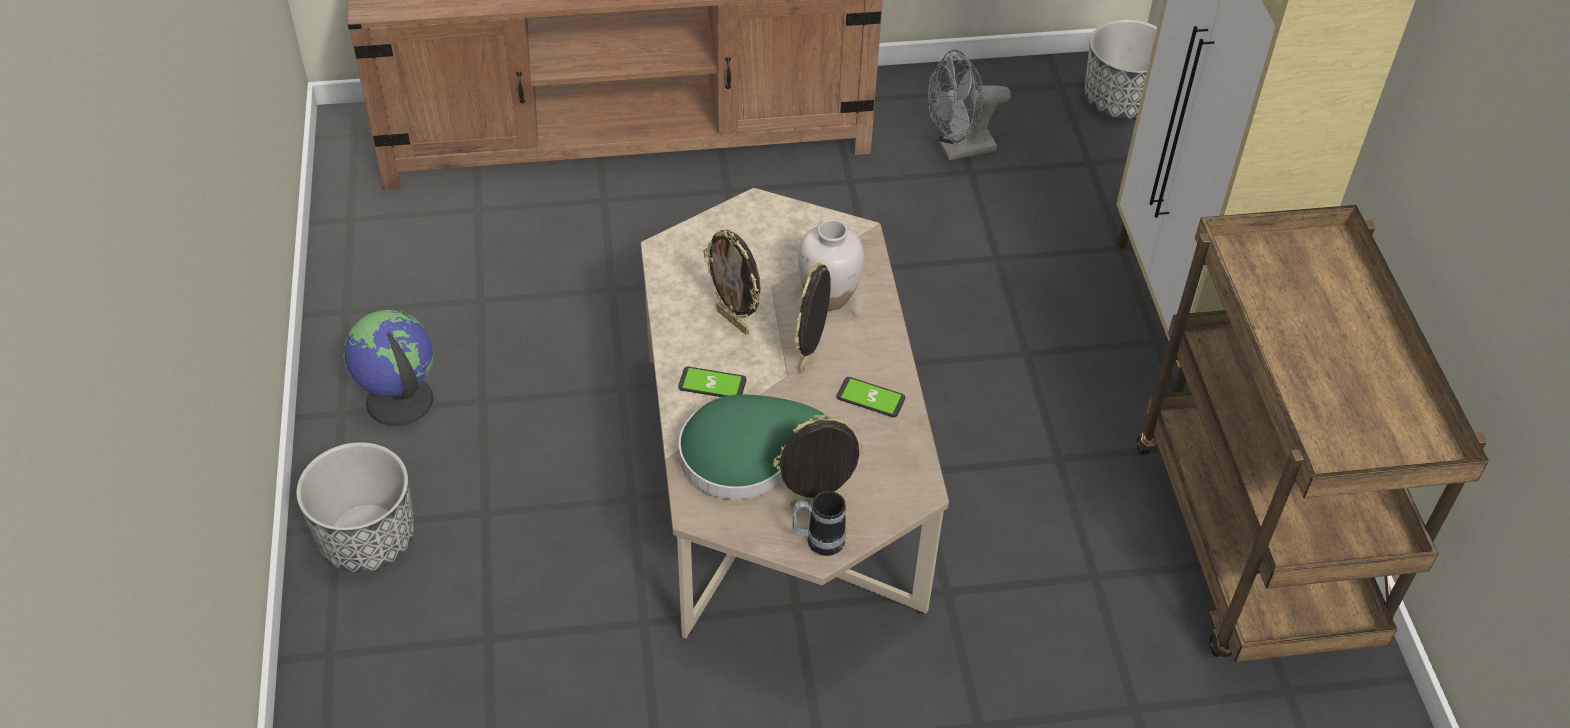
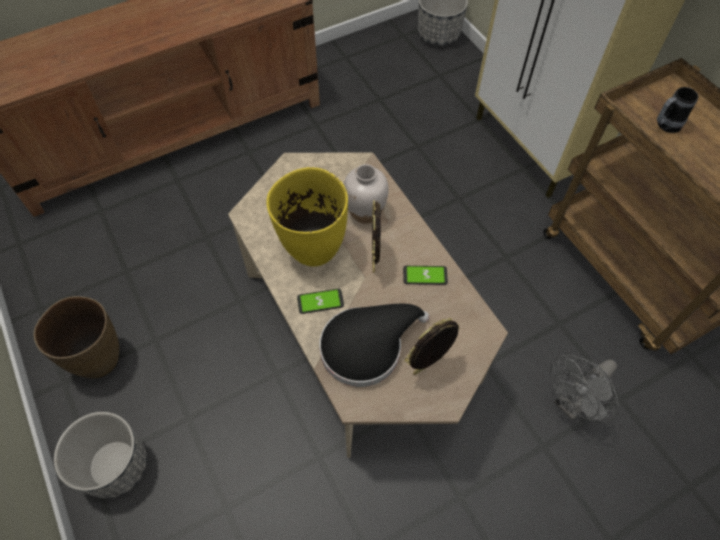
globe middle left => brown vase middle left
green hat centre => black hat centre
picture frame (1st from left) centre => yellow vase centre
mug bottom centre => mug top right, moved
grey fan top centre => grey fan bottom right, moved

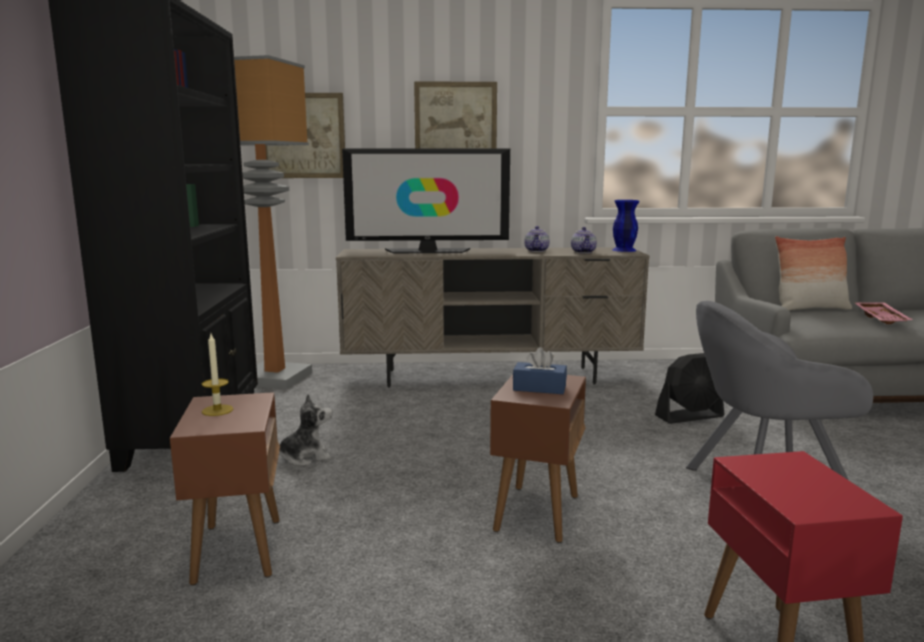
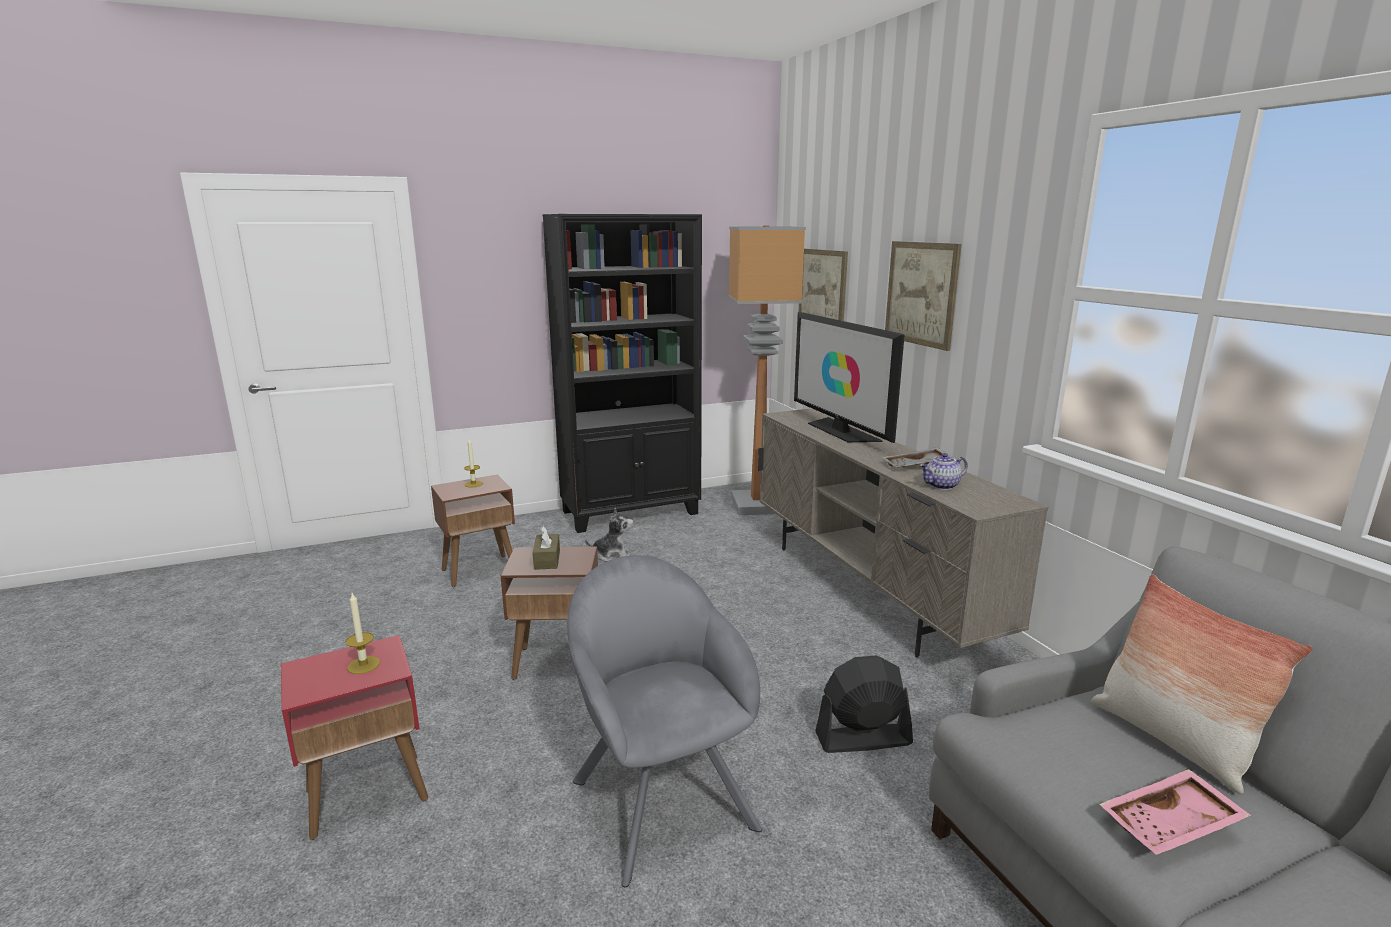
plush toy bottom left => plush toy centre, 60 degrees counterclockwise
blue tissue box centre => brown tissue box centre
teapot (1st from left) centre => grey tray centre
blue vase middle right => nothing
black fan middle right => black fan bottom centre, 120 degrees clockwise
nothing => candle (1st from left) bottom left

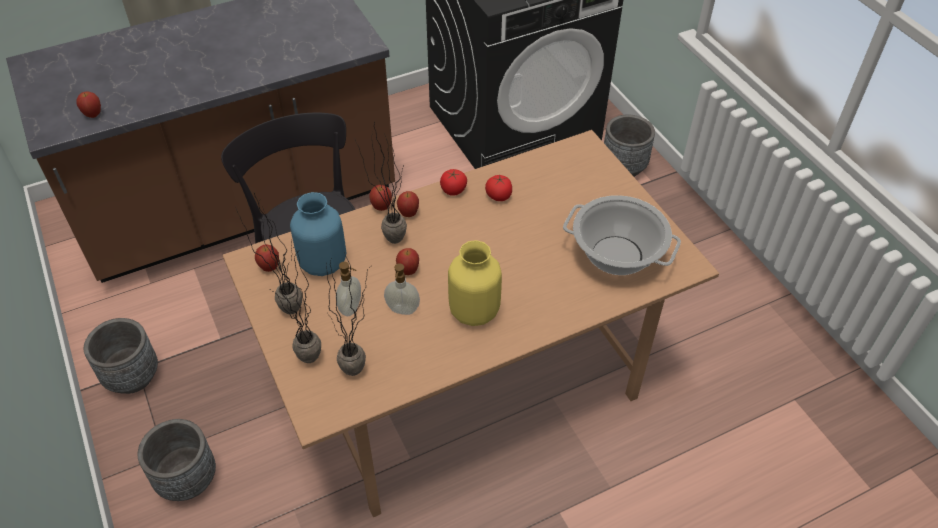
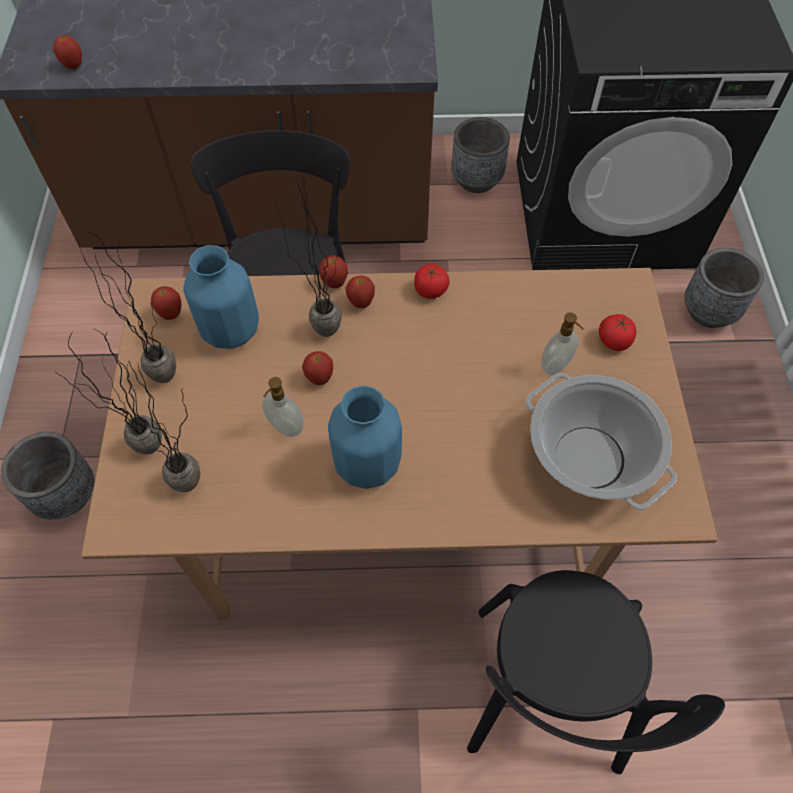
grey planter (1st from left in the first image) bottom left => grey planter (2nd from left) top centre, moved
soap dispenser (1st from left in the first image) centre => soap dispenser (2nd from left) middle right, moved
yellow vase centre => blue vase (2nd from left) centre
tomato (2nd from left) centre => tomato (2nd from left) middle right, moved
nothing => black chair (2nd from left) bottom right

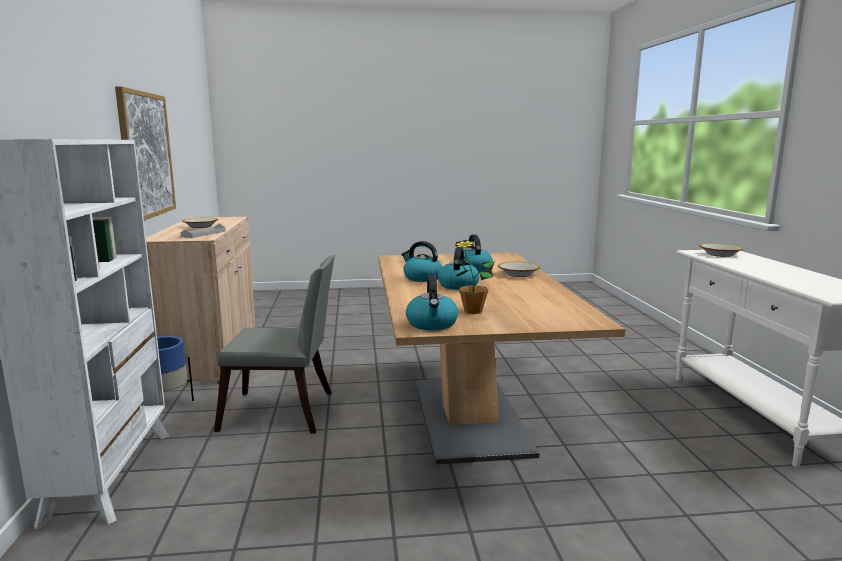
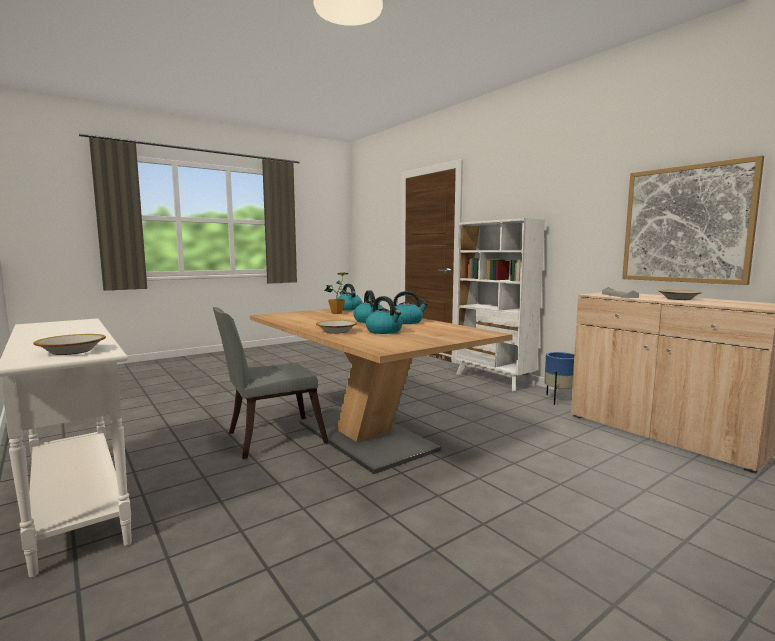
grey chair middle left => grey chair centre, moved

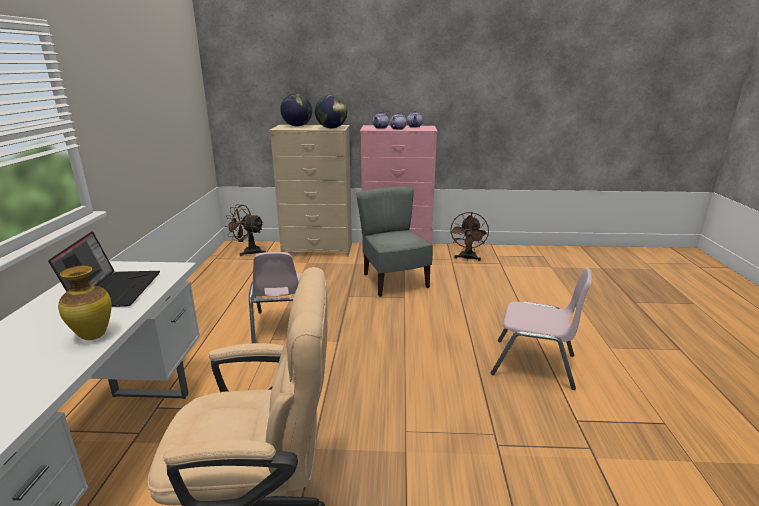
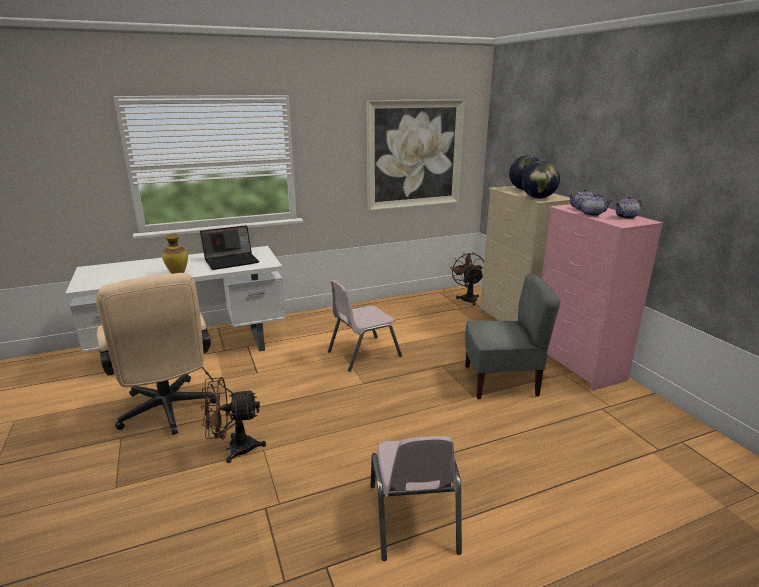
grey chair centre => grey chair middle right, 45 degrees clockwise
brown fan (2nd from left in the first image) centre => brown fan (1st from left) bottom left, moved
nothing => picture top centre

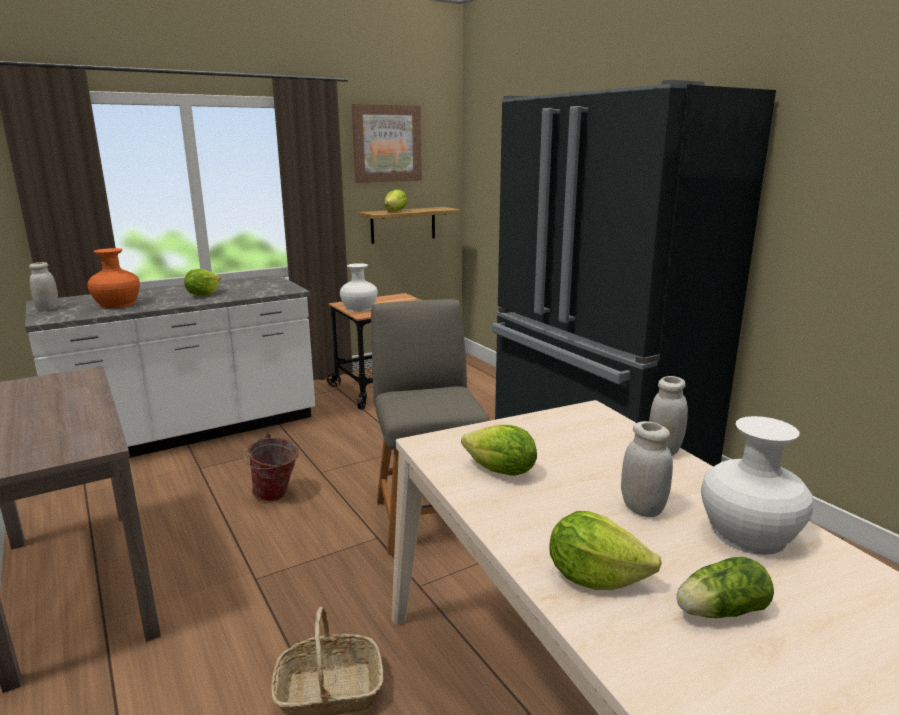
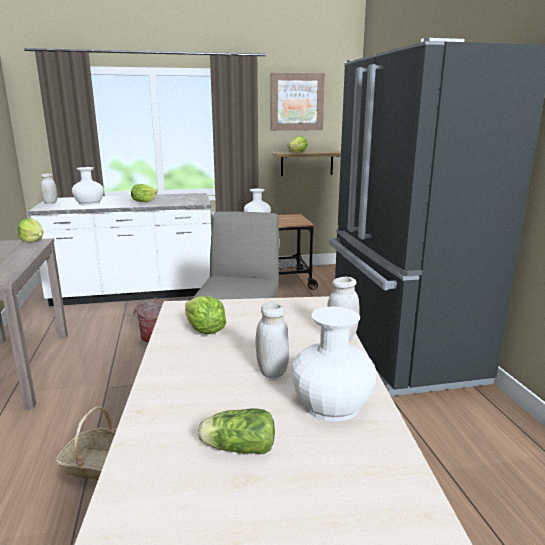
orange vase middle left => white vase (1st from left) middle left
lettuce (4th from left in the first image) bottom right => lettuce (1st from left) middle left, moved

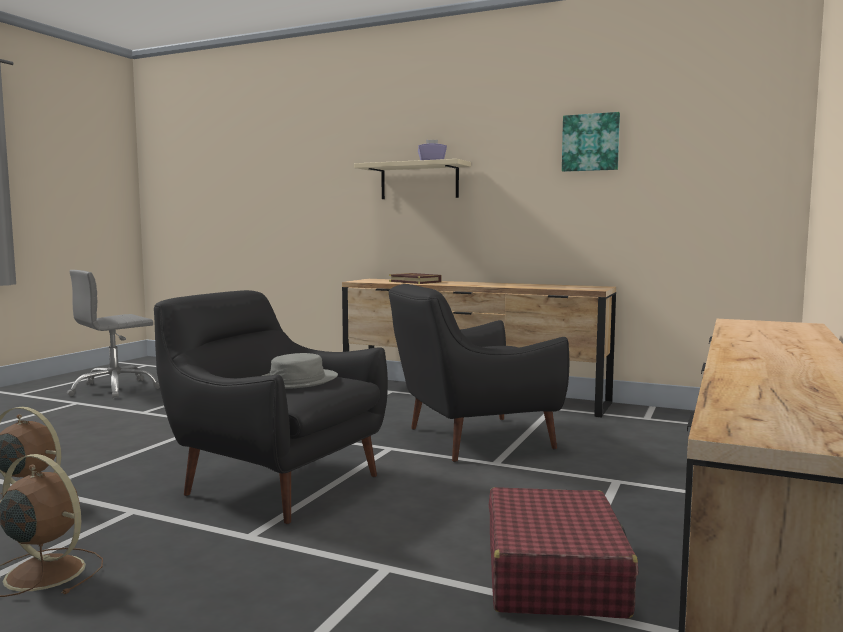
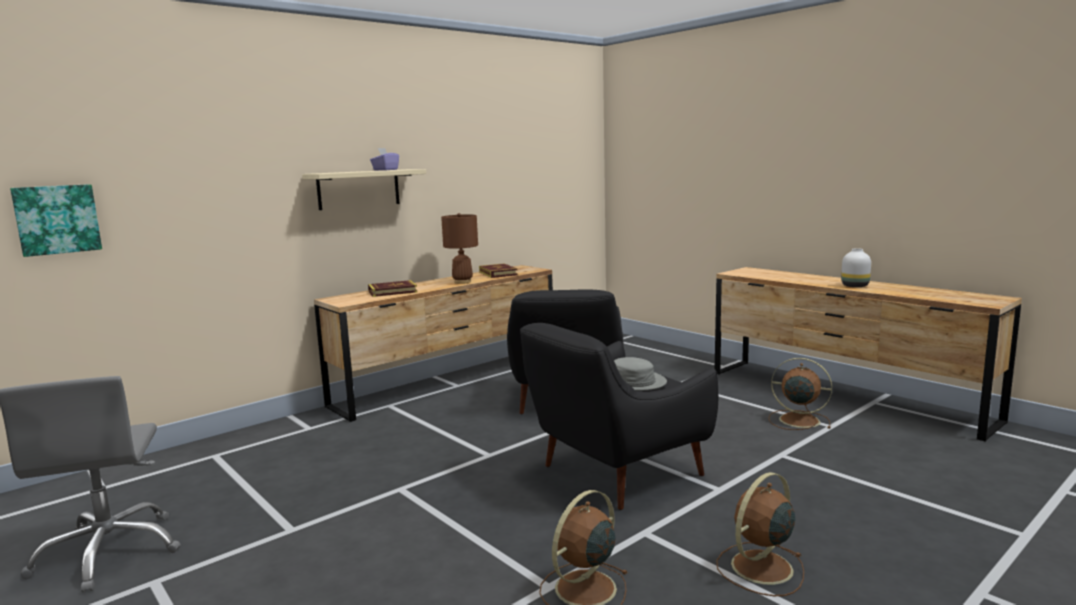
red suitcase bottom right => brown fan (3rd from left) middle right
picture top right => picture middle left, moved
nothing => brown table lamp centre
nothing => book (2nd from left) centre
nothing => white vase middle right

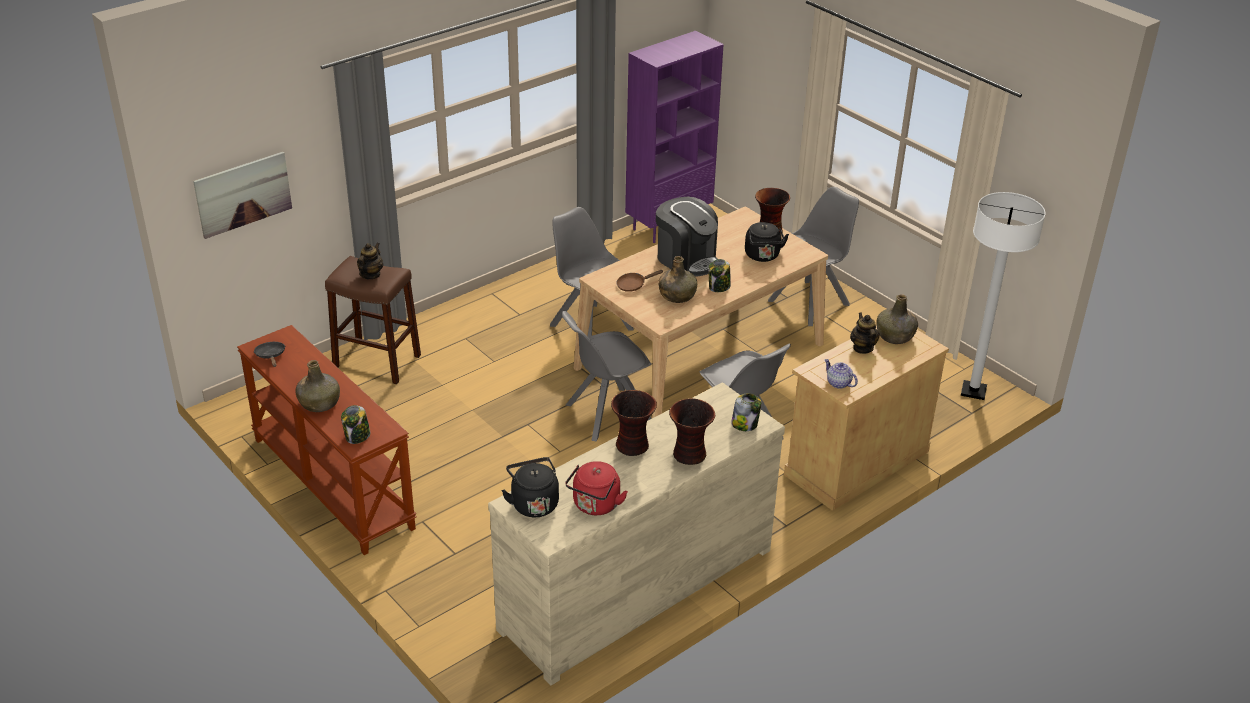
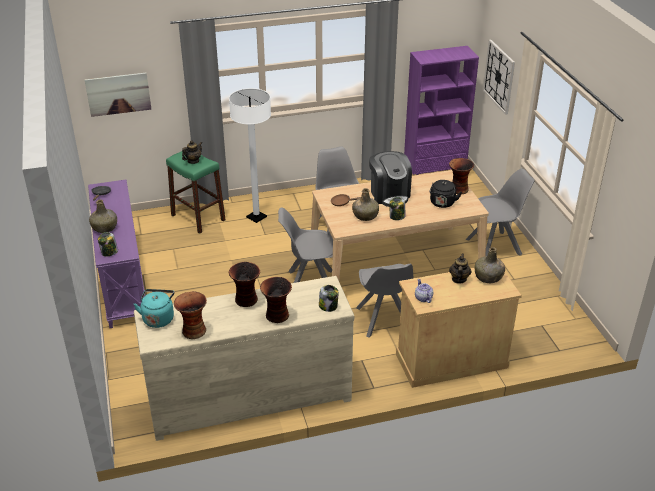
brown console table middle left => purple console table middle left
brown stool middle left => green stool middle left
black kettle (1st from left) bottom centre => turquoise kettle middle left
red kettle bottom centre => vase (1st from left) middle left
white floor lamp middle right => white floor lamp top centre, moved
nothing => wall clock top right

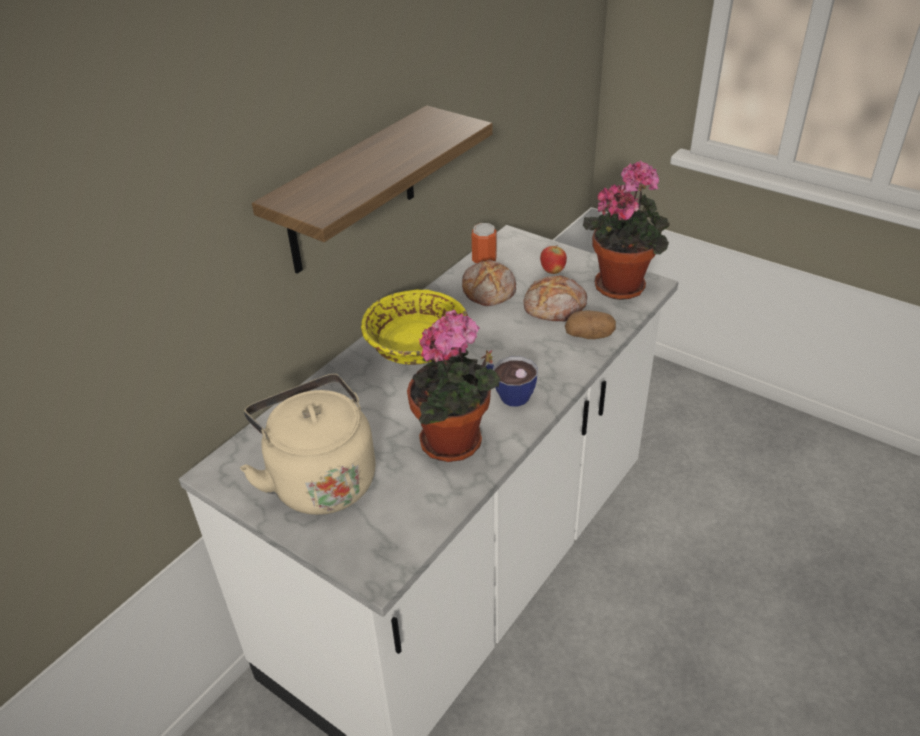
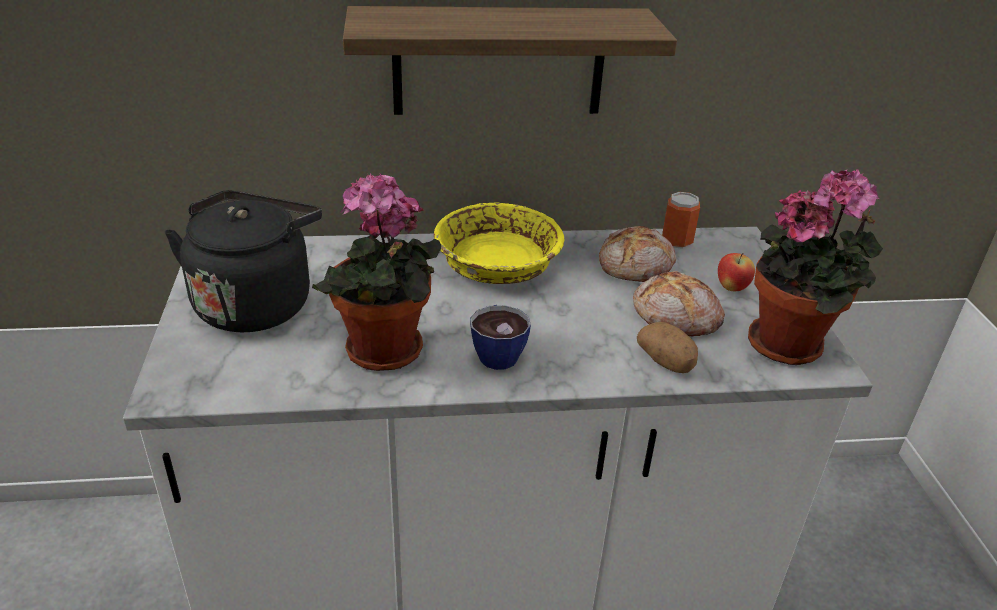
beige kettle centre => black kettle middle left

